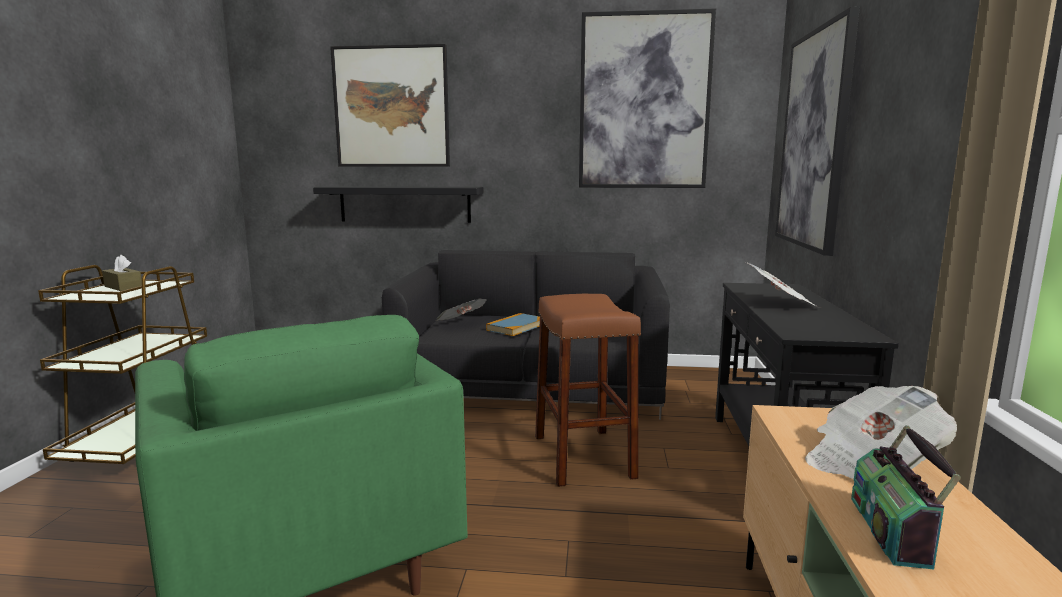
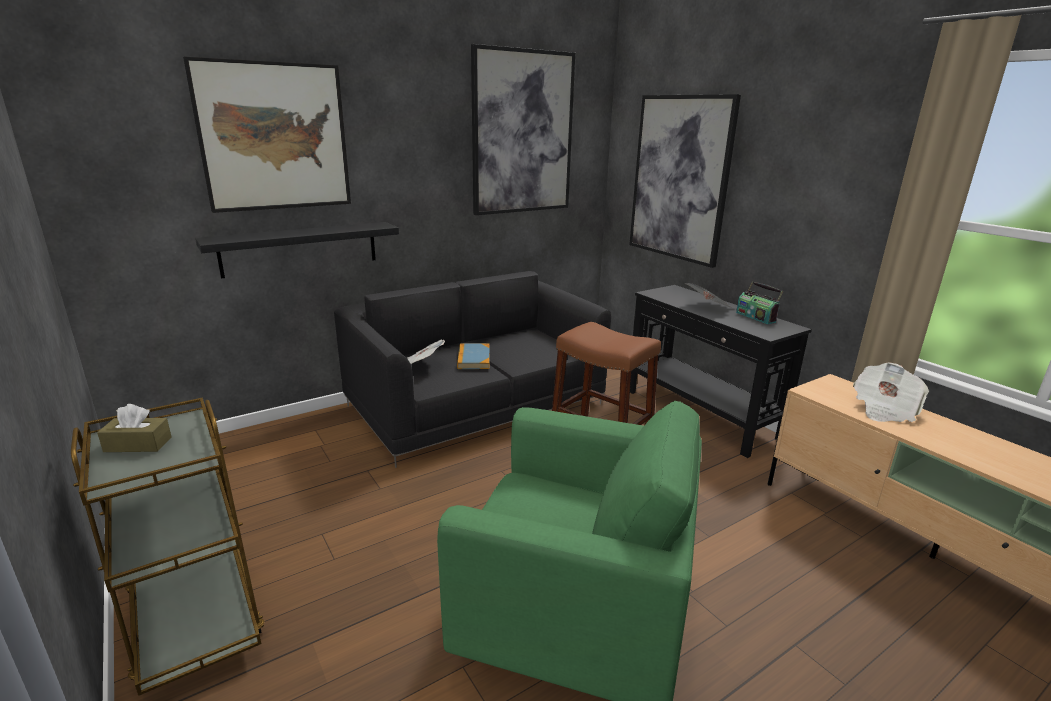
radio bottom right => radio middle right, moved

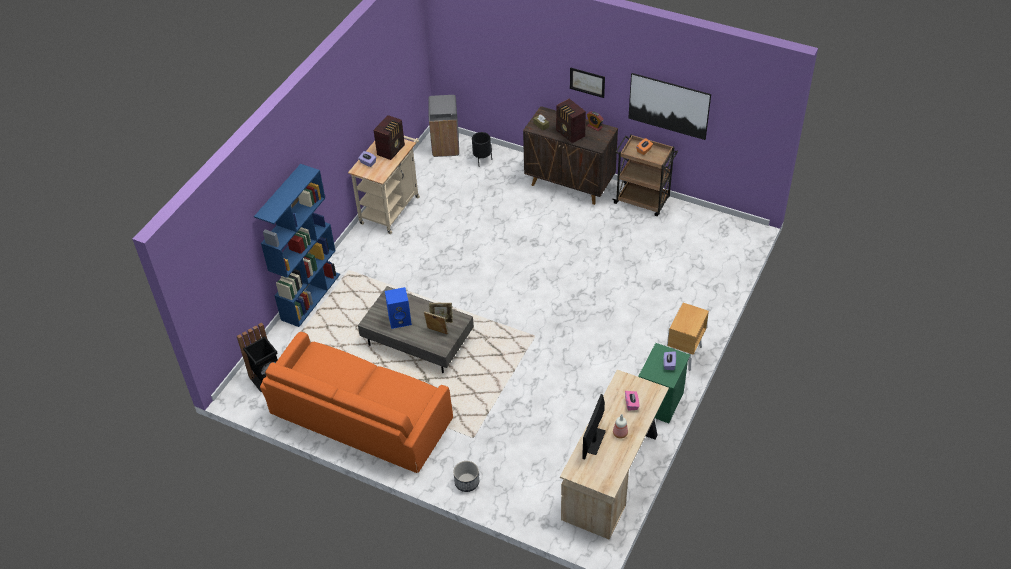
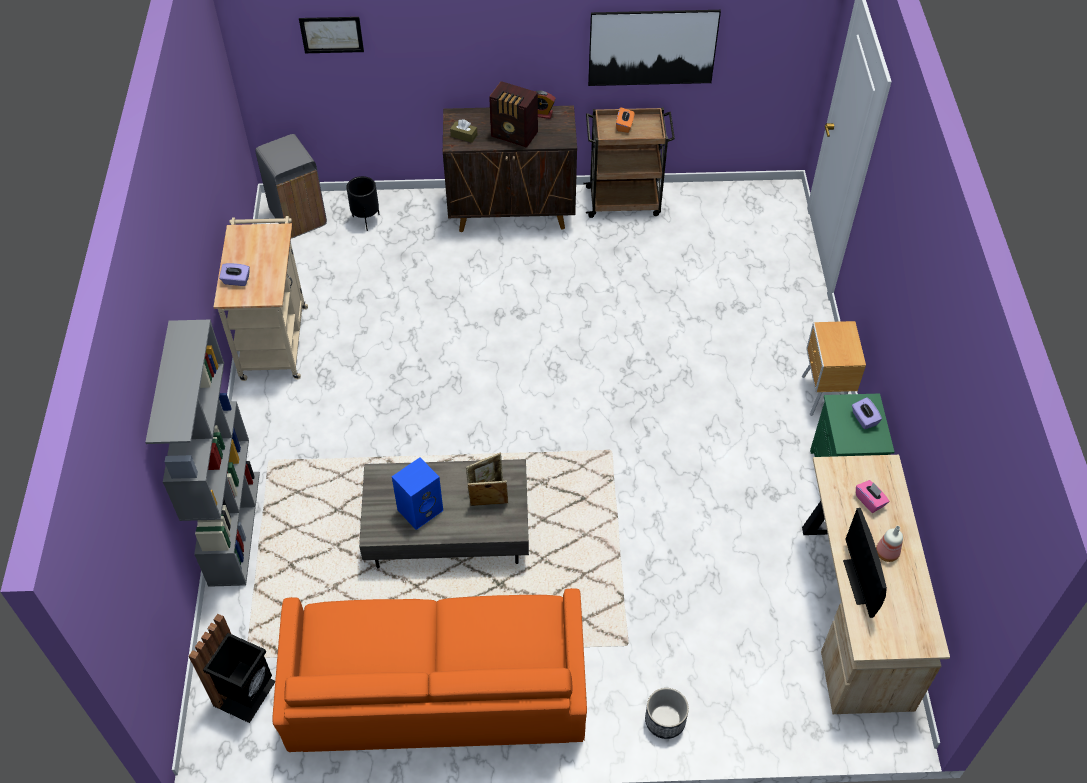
blue bookcase middle left => grey bookcase middle left
radio (1st from left) top centre => nothing
picture (1st from left) top centre => picture (1st from left) top left, moved

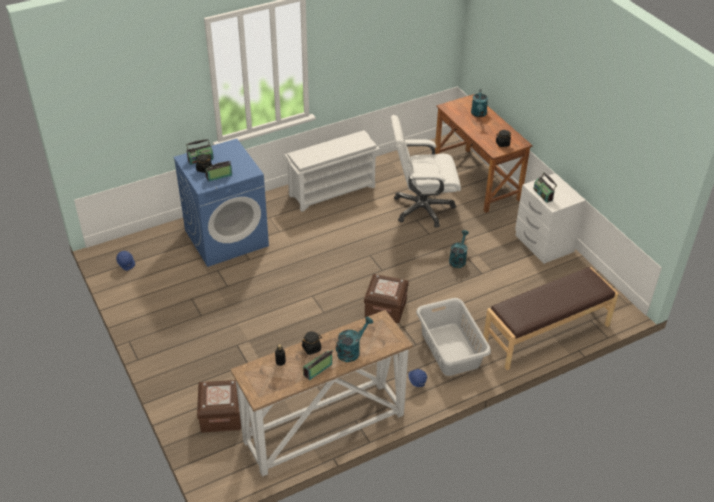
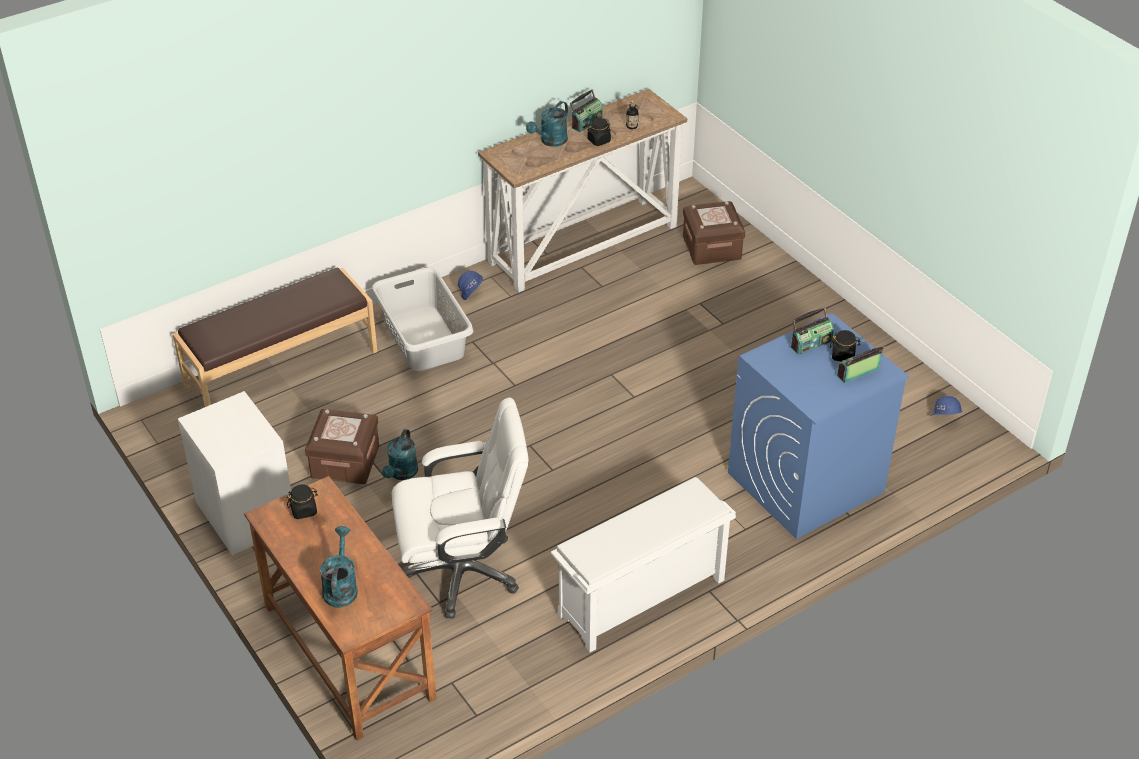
brown storage box (2nd from left in the first image) centre => brown storage box (1st from left) middle left, moved
radio (4th from left) middle right => nothing

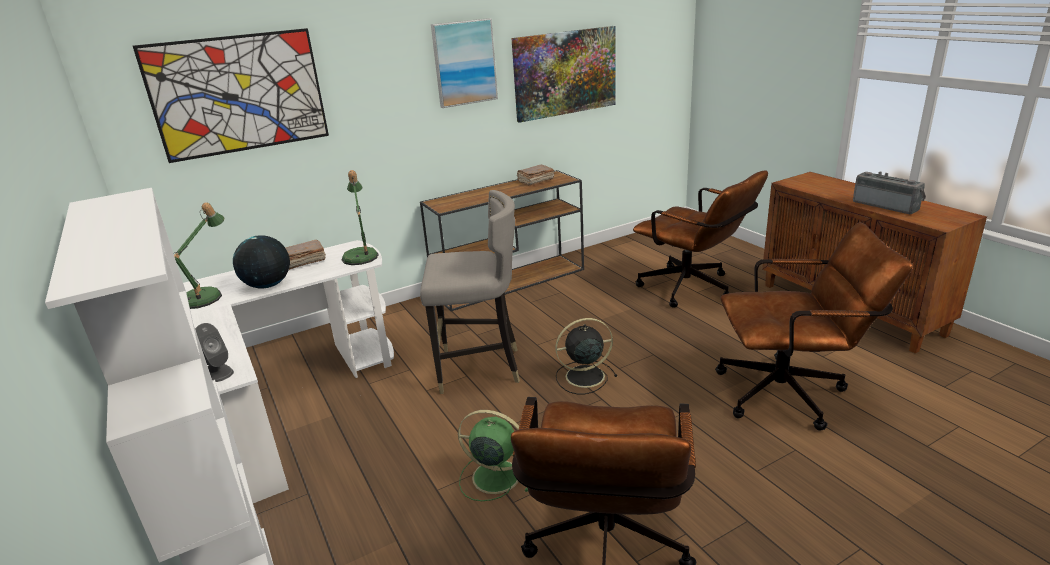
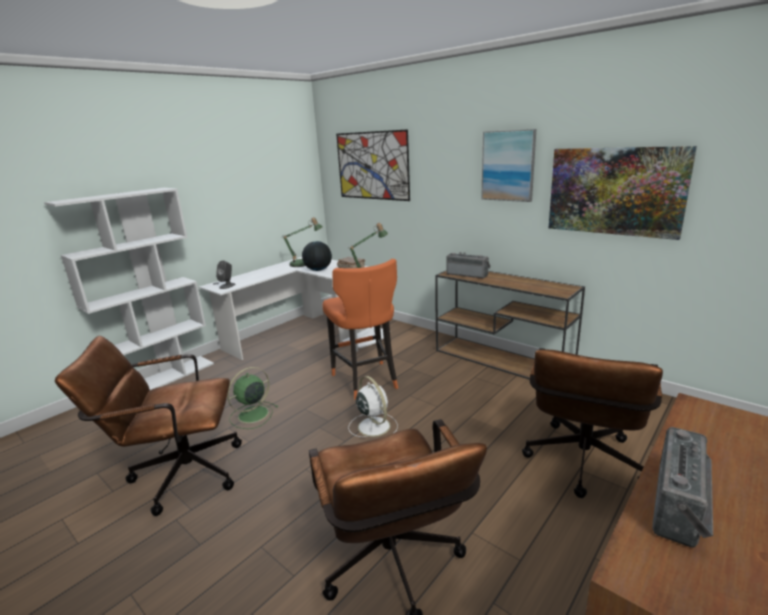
grey stool centre => orange stool centre
green fan bottom centre => green fan middle left, 135 degrees counterclockwise
brown book (2nd from left) top centre => nothing
black fan centre => white fan centre
nothing => radio (1st from left) centre

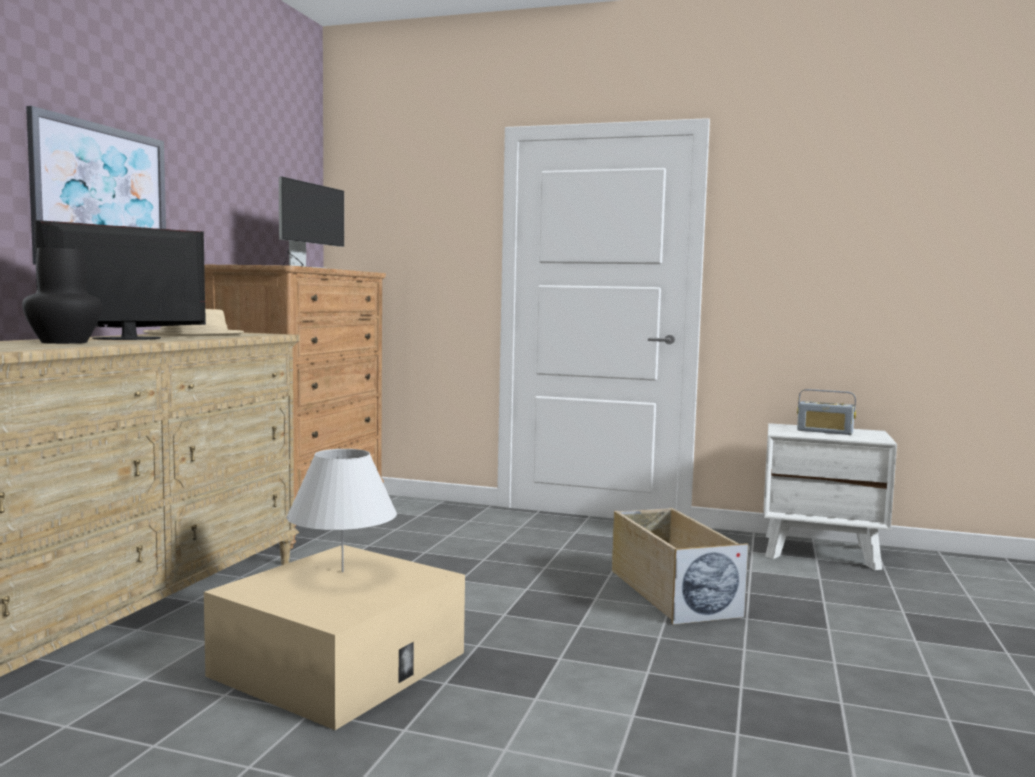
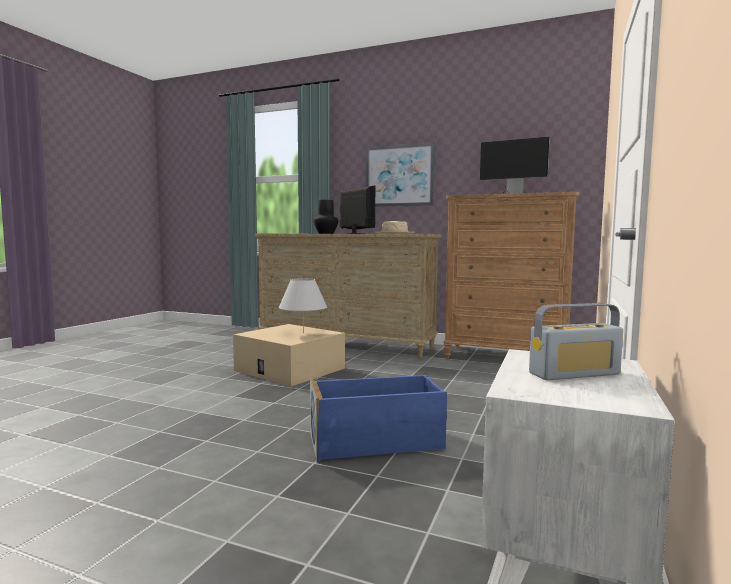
beige storage box (2nd from left) bottom centre => blue storage box bottom centre
radio middle right, 135 degrees counterclockwise

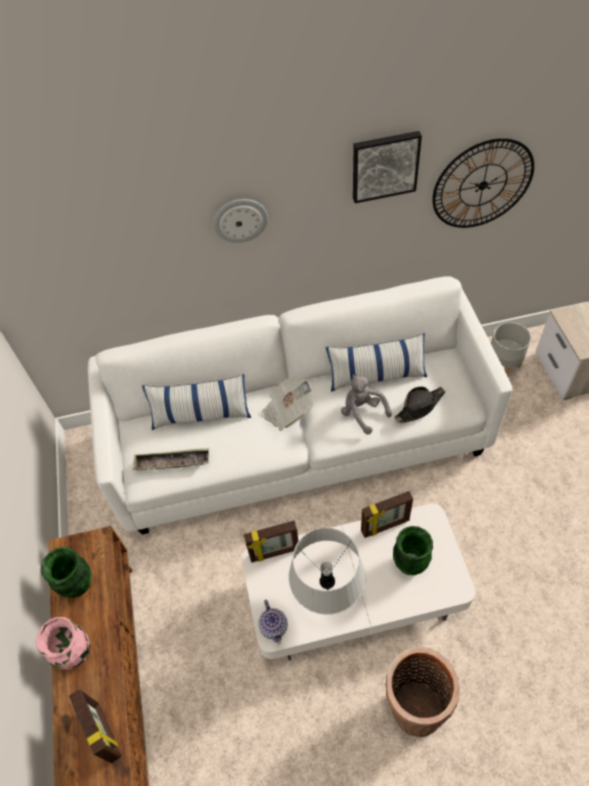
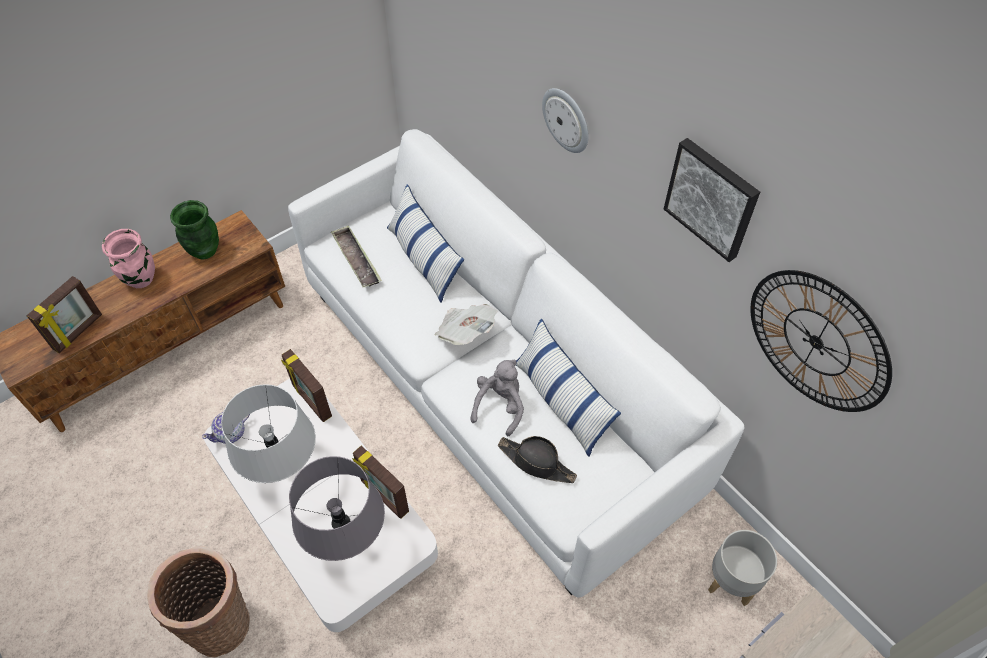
green vase (2nd from left) bottom right => grey table lamp (2nd from left) bottom centre

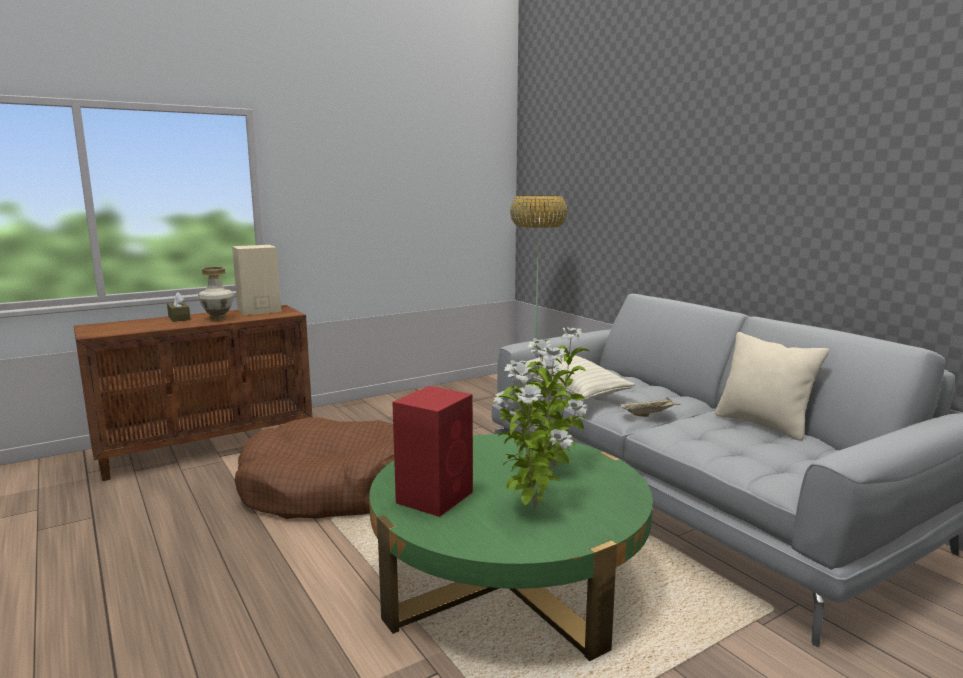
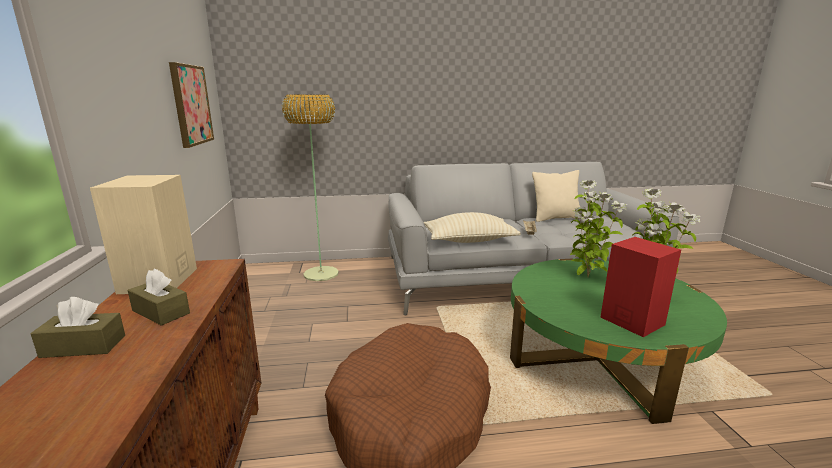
vase middle left => brown tissue box (2nd from left) middle left
nothing => picture top left

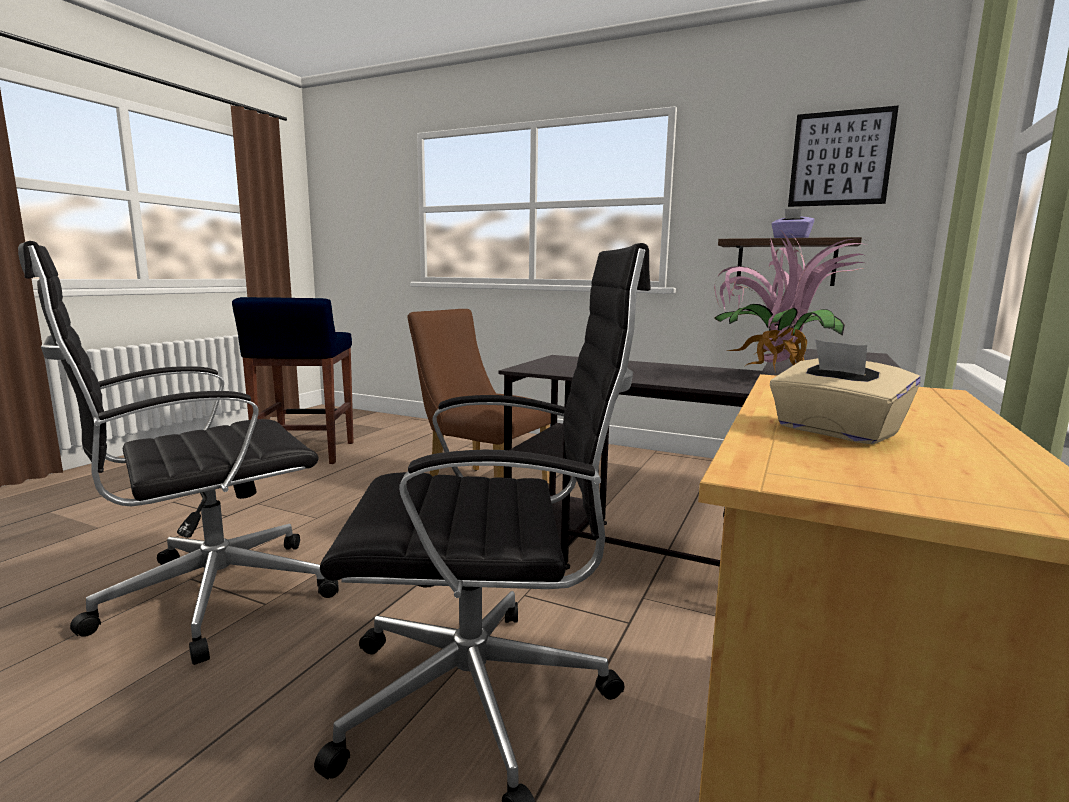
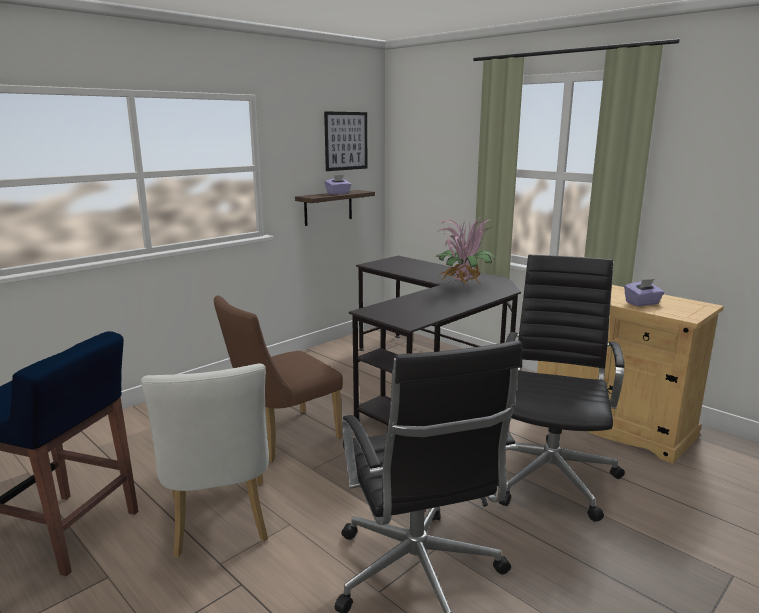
beige tissue box middle right => purple tissue box (2nd from left) middle right
nothing => white chair bottom left

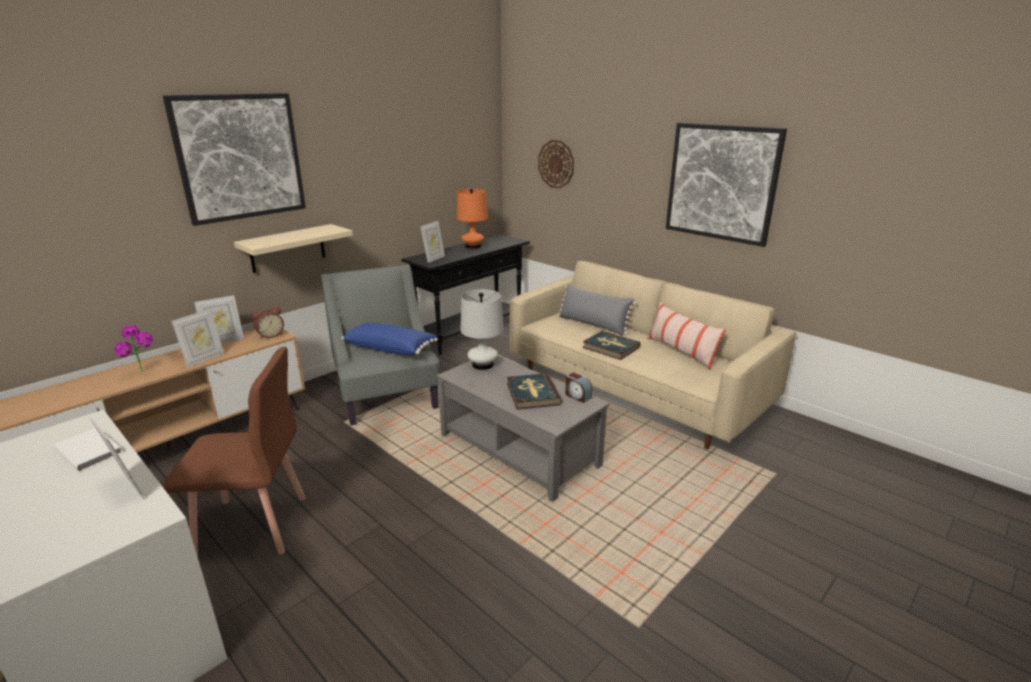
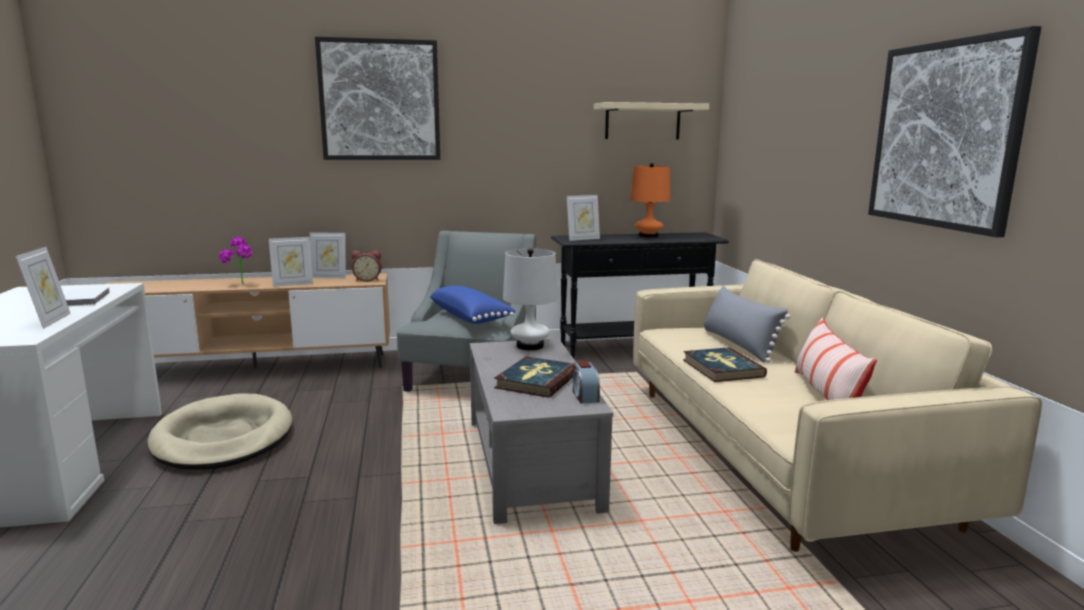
brown chair middle left => beige dog bed bottom left
beige shelf middle left => beige shelf top centre, moved
wall clock top centre => nothing

